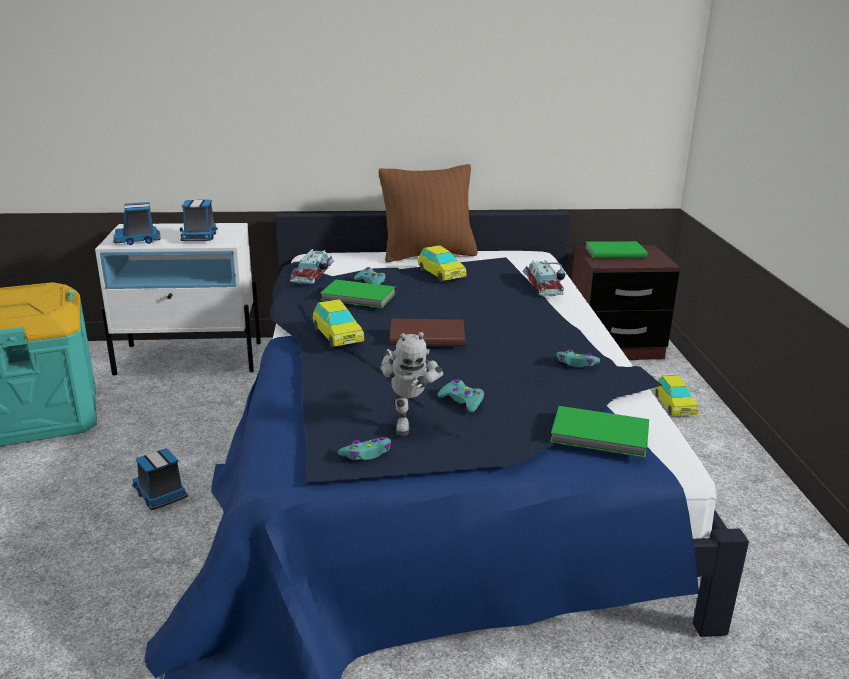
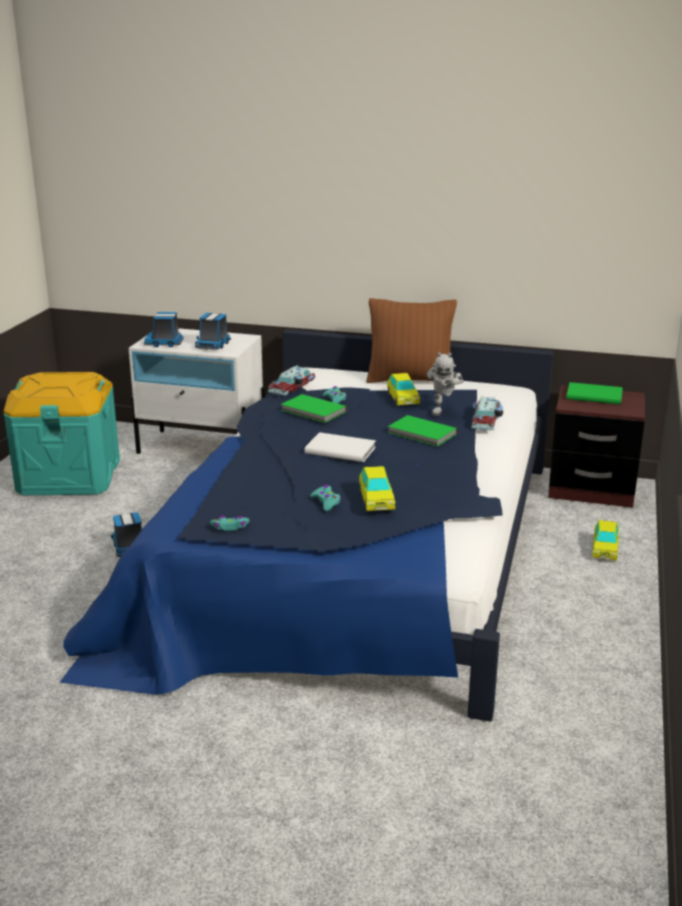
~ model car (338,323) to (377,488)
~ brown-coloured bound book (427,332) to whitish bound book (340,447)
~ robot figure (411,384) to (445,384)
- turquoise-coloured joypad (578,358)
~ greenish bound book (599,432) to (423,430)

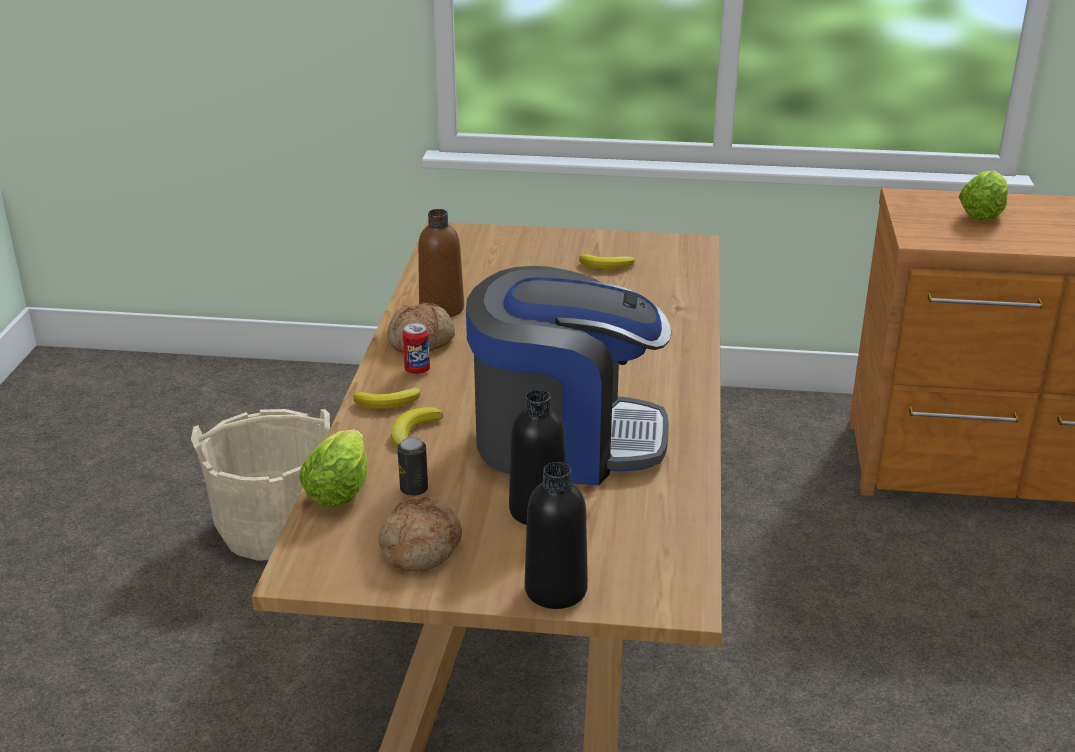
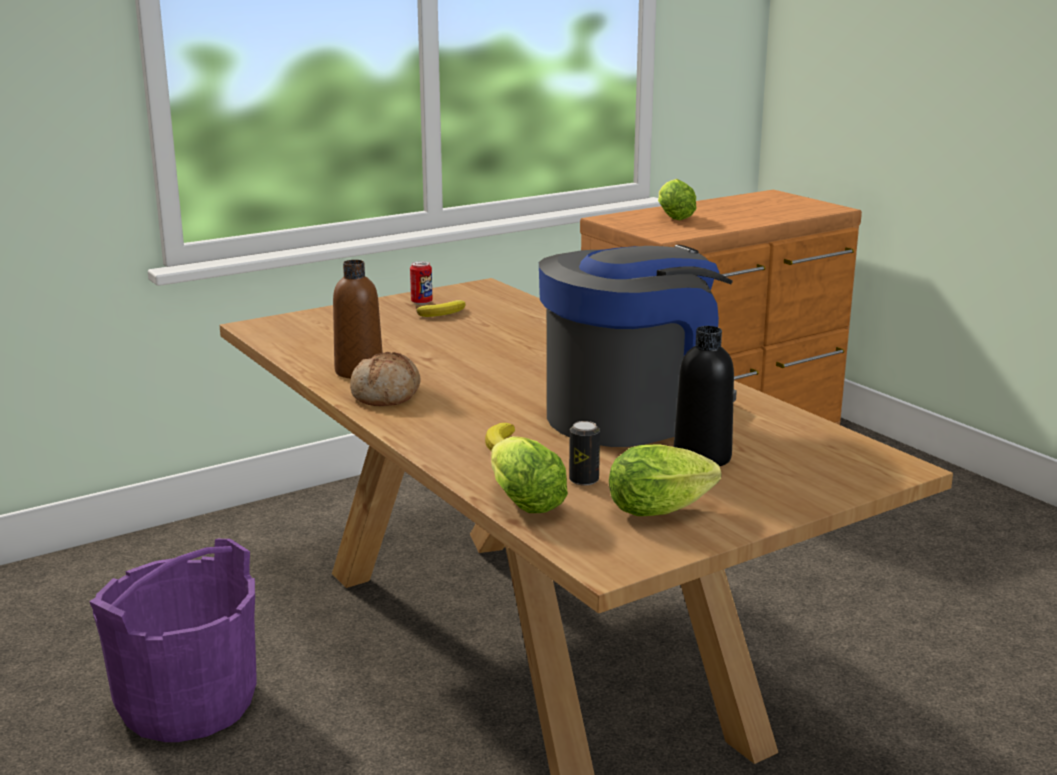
~ can (416,349) to (421,283)
- banana fruit (387,398)
~ beige-coloured pail (260,485) to purple pail (173,640)
- blackish drink bottle (556,535)
~ bakery bread (420,534) to lettuce (665,480)

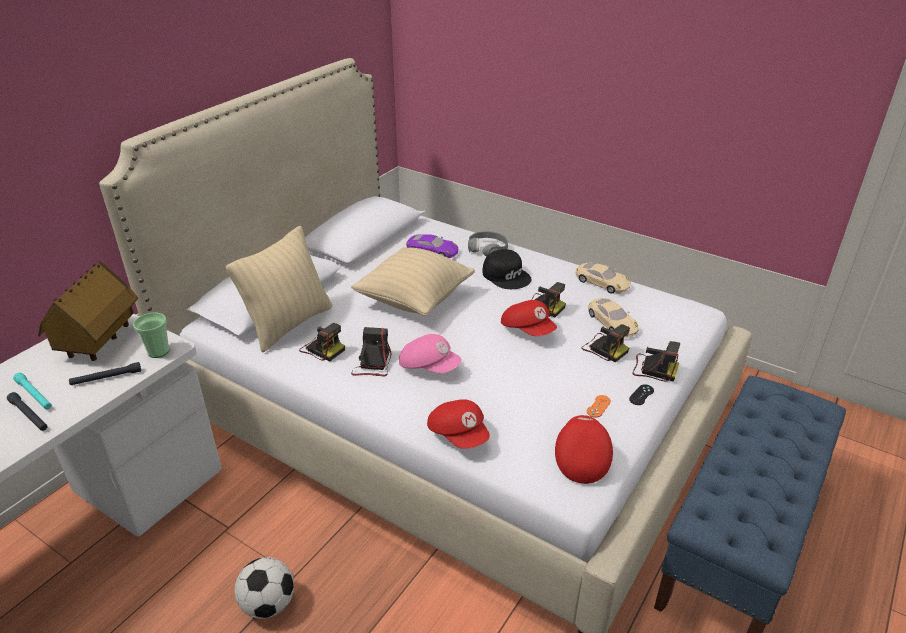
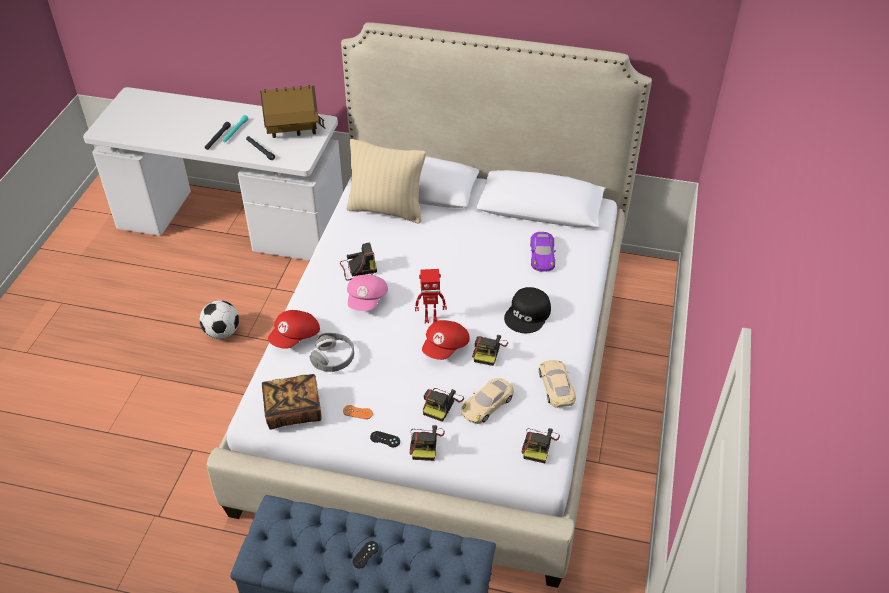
~ greyish pair of headphones (488,244) to (332,352)
- beige-coloured throw pillow (413,281)
~ beige-coloured model car (603,278) = (557,384) 150 degrees clockwise
- cup (151,335)
~ still camera (322,342) to (541,445)
~ red-coloured peaked cap (584,449) to bound book (292,402)
+ robot figure (431,296)
+ blackish joypad (365,554)

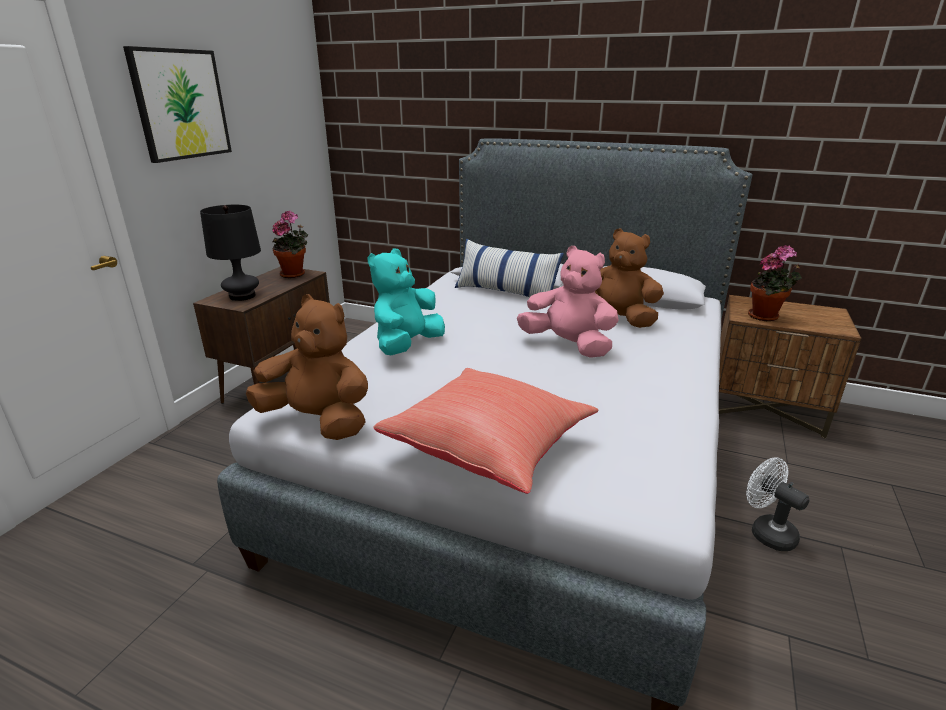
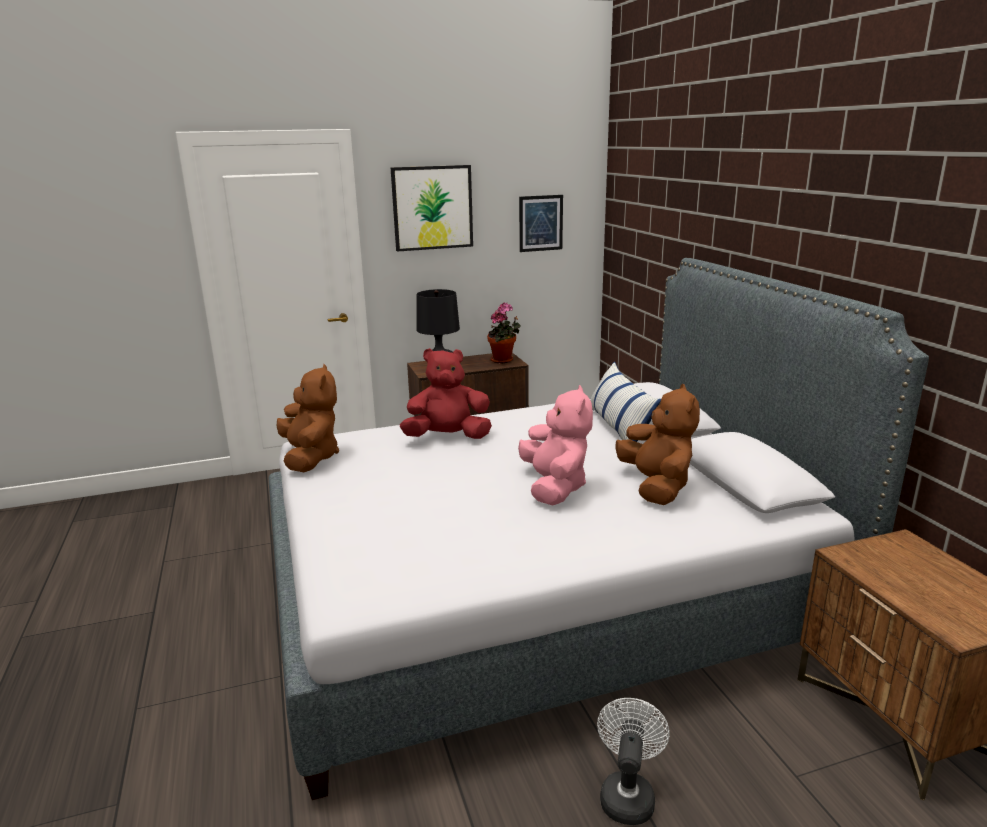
- plant in a pot (775,283)
~ turquoise-coloured cuddly toy (406,302) to red-coloured cuddly toy (446,393)
- red-coloured throw pillow (485,431)
+ wall art (541,223)

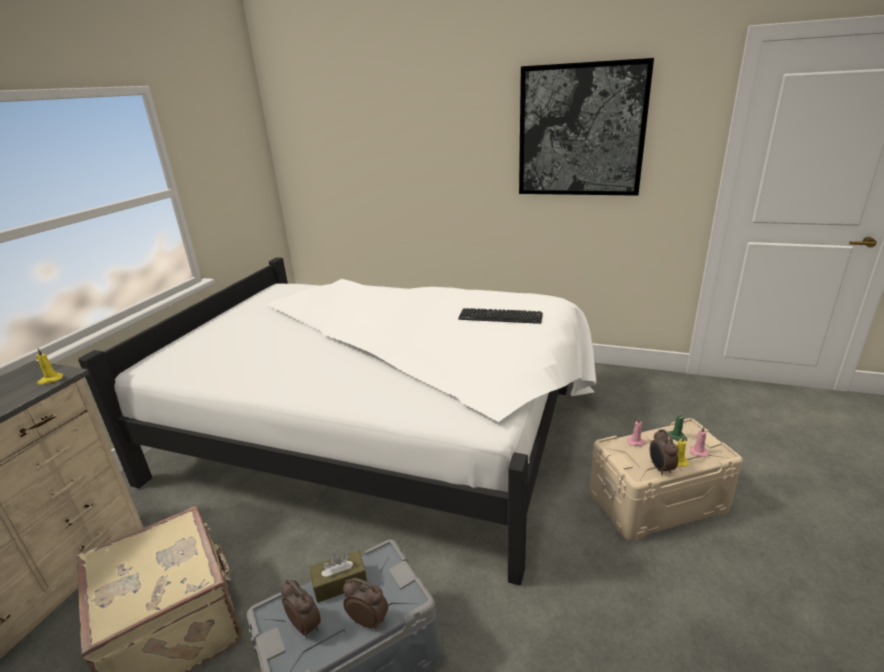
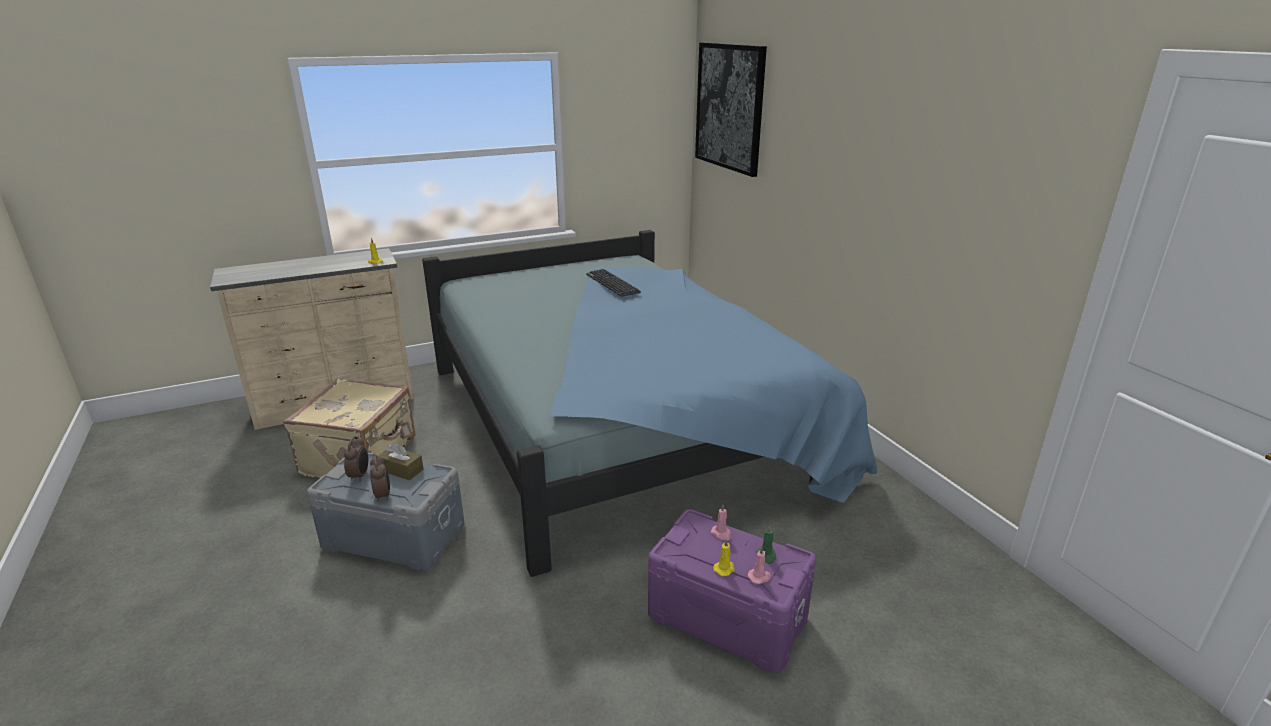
~ wall art (586,127) to (731,109)
~ whitish bedroom bed (337,421) to bluish bedroom bed (649,403)
~ keyboard (500,316) to (613,283)
~ beige-coloured storage bin (666,479) to purple storage bin (732,591)
- table clock (664,452)

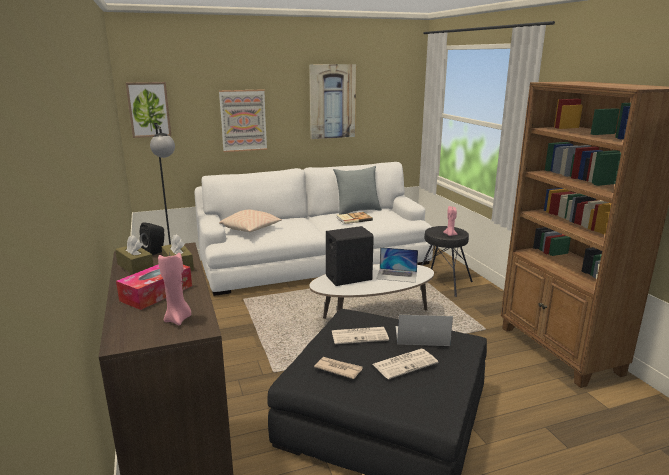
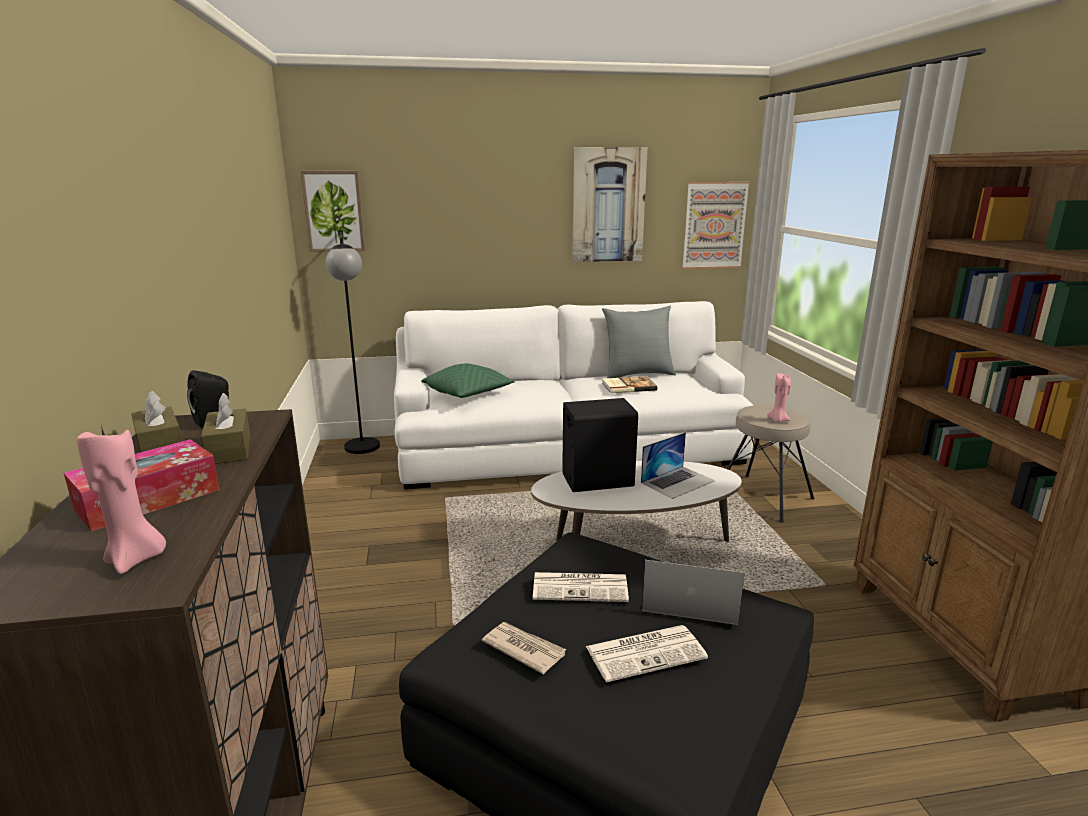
~ wall art (243,120) to (716,225)
~ beige-coloured throw pillow (250,221) to greenish throw pillow (468,381)
~ blackish stool (447,261) to beige-coloured stool (770,464)
~ laptop (397,265) = (678,465) 60 degrees counterclockwise

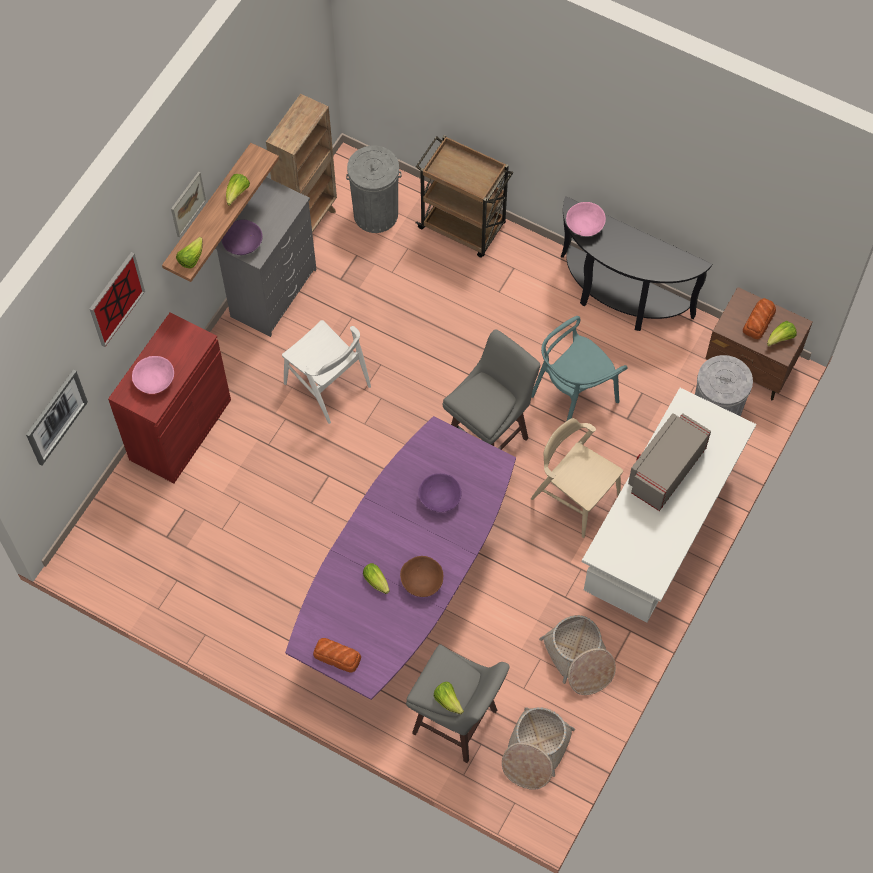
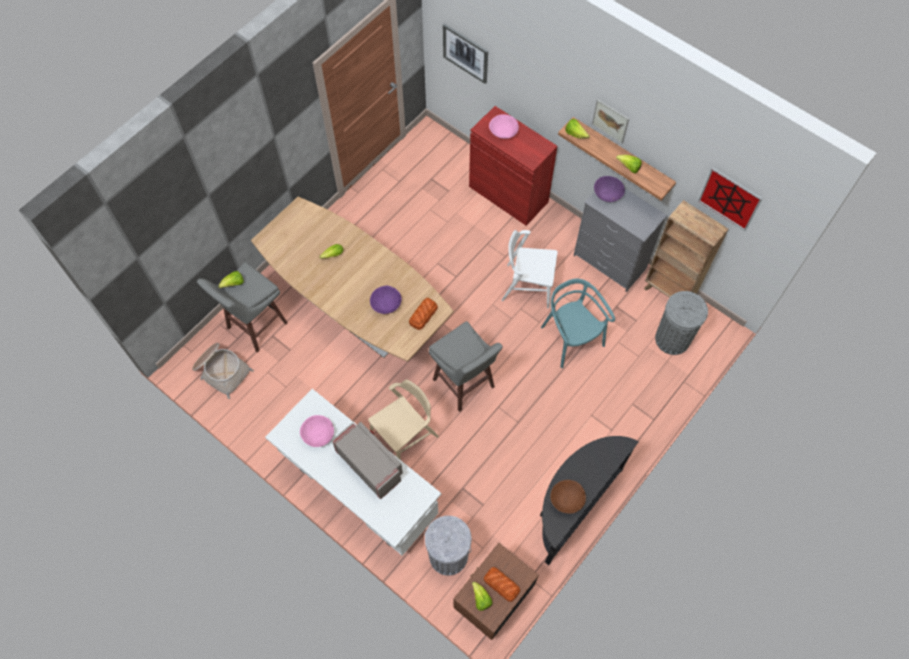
- brown-coloured wheeled cart (464,196)
~ pink-coloured bowl (586,219) to (317,431)
~ wall art (117,299) to (730,199)
~ turquoise-coloured chair (579,368) to (578,323)
~ whitish chair (326,372) = (529,269) 45 degrees clockwise
~ purple dinner table (400,558) to brown-coloured dinner table (352,279)
~ brown-coloured bowl (421,576) to (568,497)
- storage basket (577,655)
~ bakery bread (337,655) to (423,314)

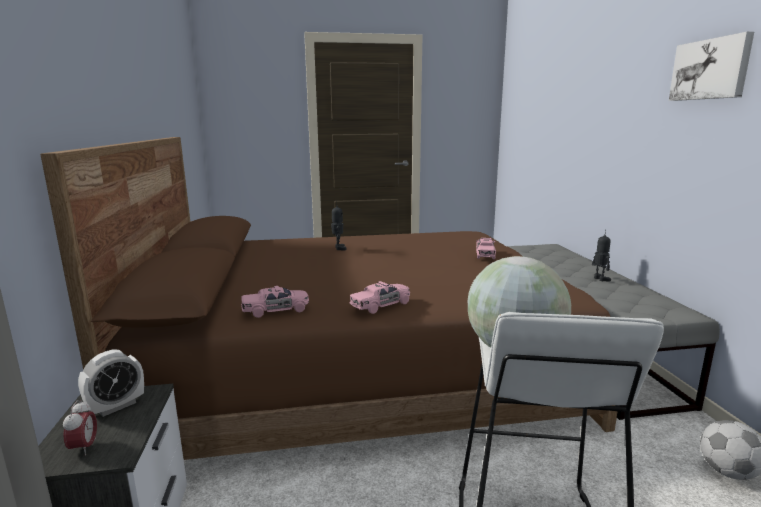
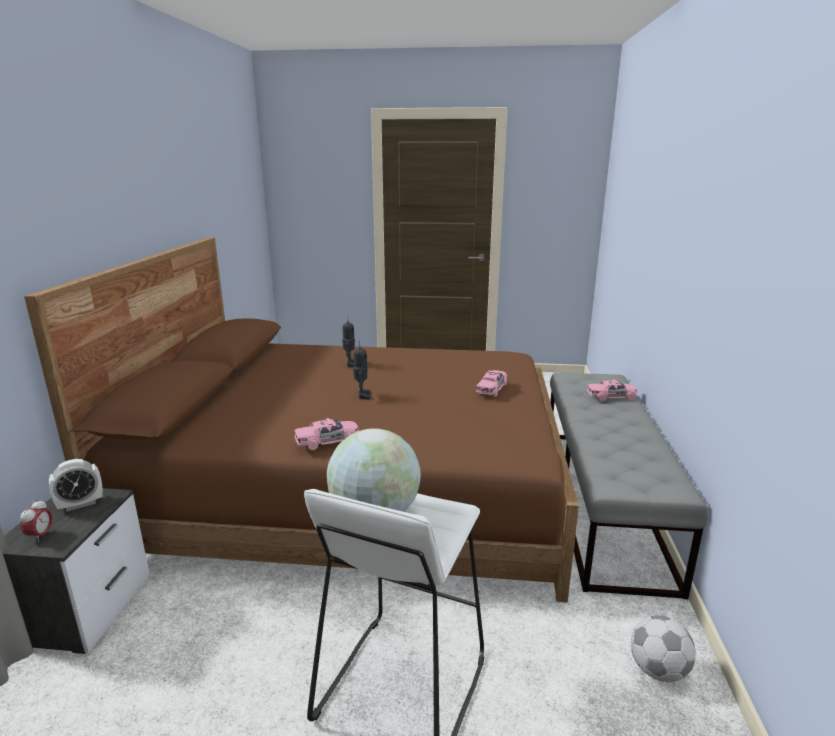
- wall art (711,66)
~ robot figure (601,255) to (362,370)
~ pink-coloured model car (275,302) to (612,390)

